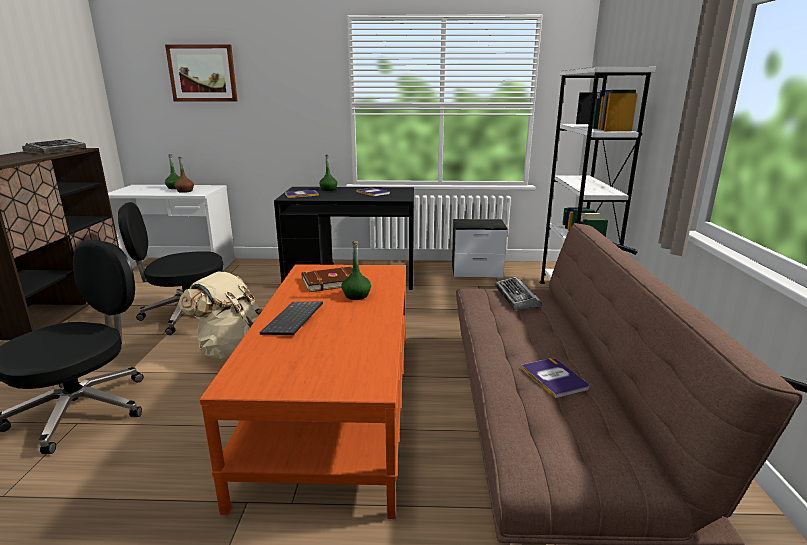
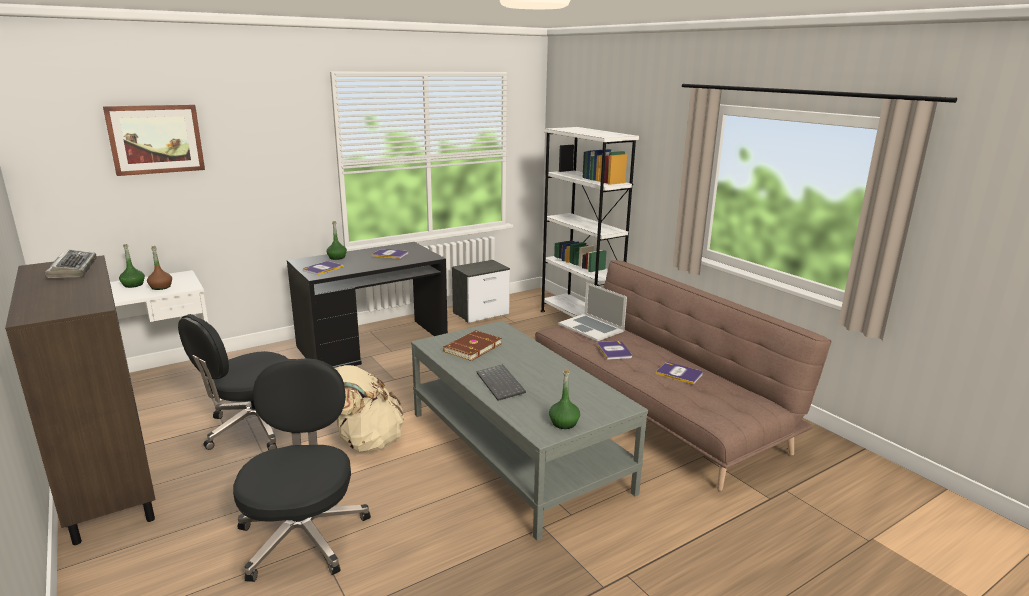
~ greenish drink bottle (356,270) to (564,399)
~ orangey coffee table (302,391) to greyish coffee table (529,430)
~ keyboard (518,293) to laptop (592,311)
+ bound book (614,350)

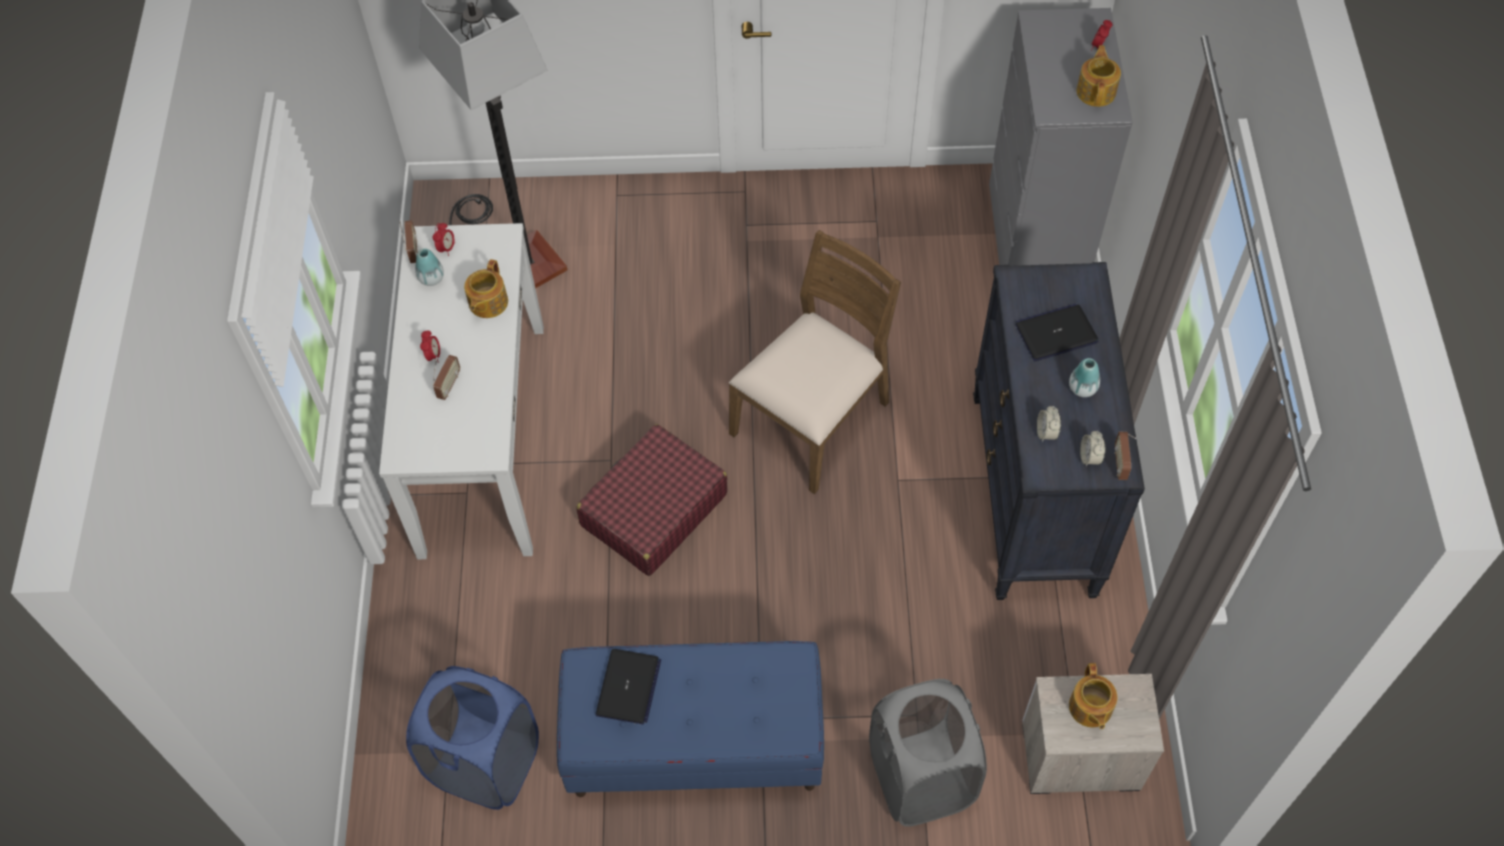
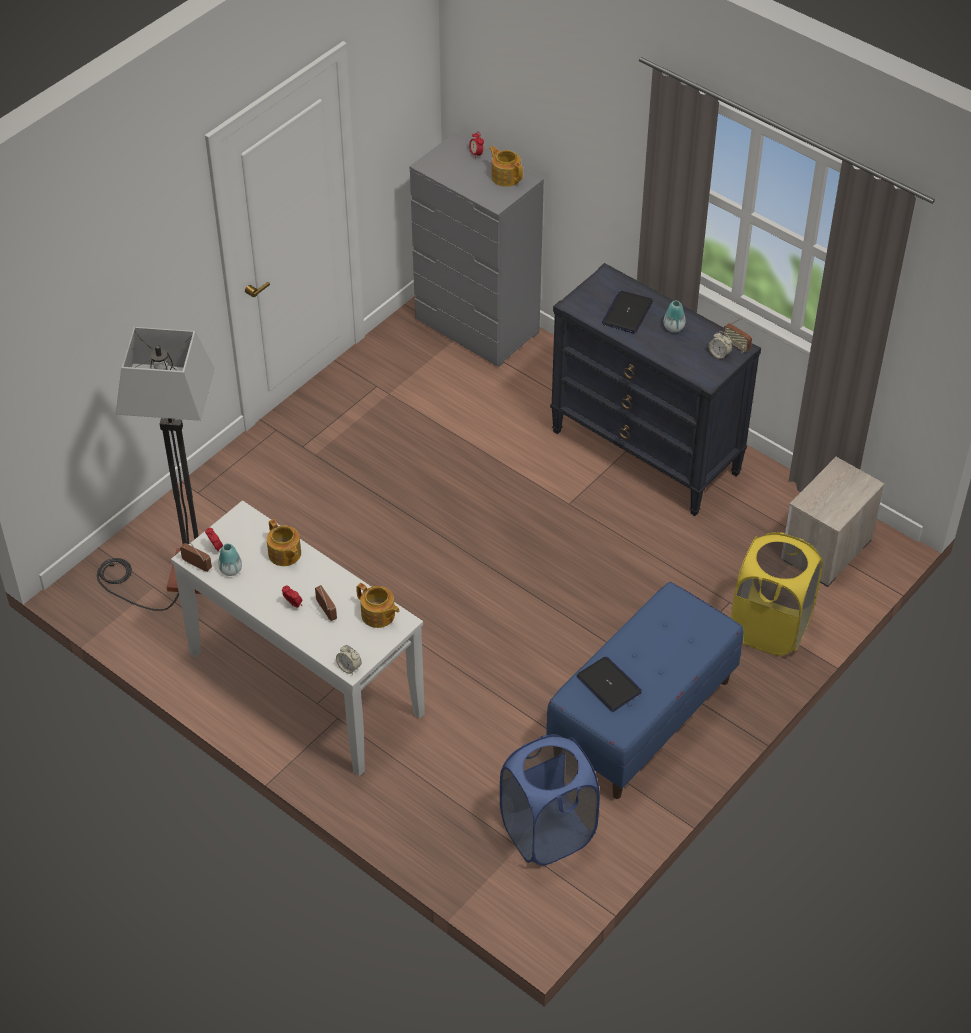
- brown-coloured chair (815,362)
~ table clock (1049,424) to (349,660)
- red-coloured travel case (652,500)
~ tea pot (1093,696) to (378,605)
~ greyish hamper (928,753) to yellow-coloured hamper (777,594)

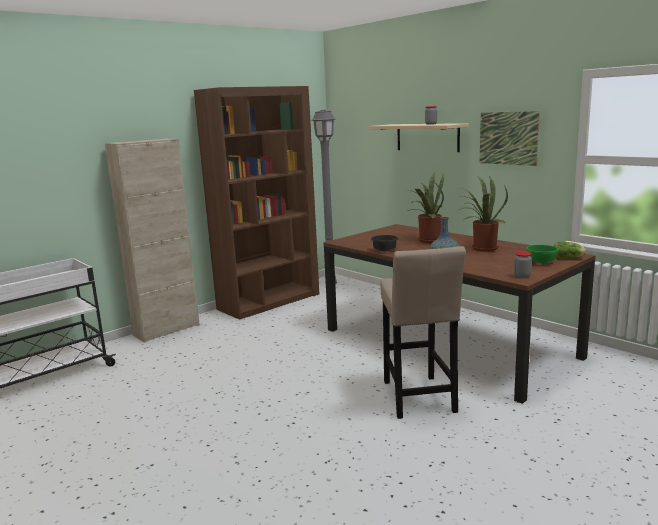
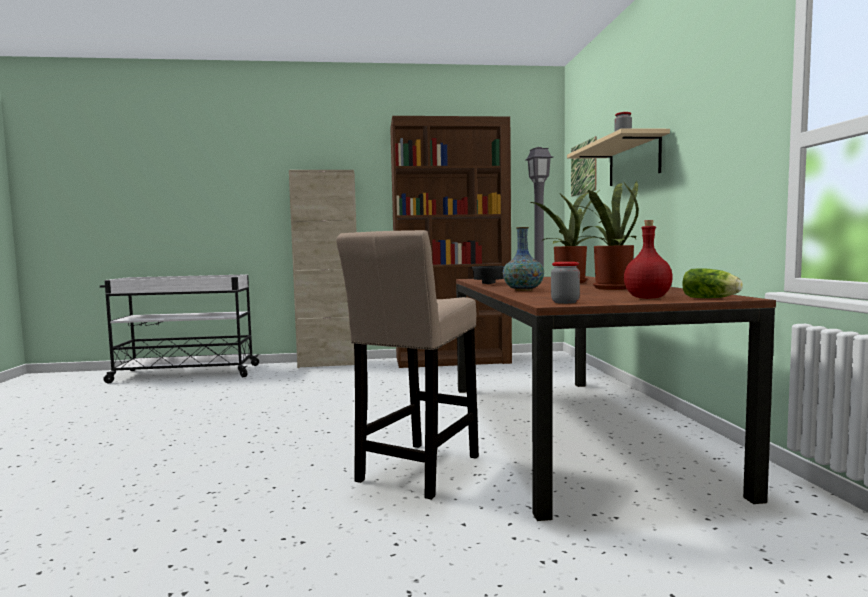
~ wall art (510,138) to (584,166)
~ greenish bowl (542,254) to red-coloured drink bottle (648,259)

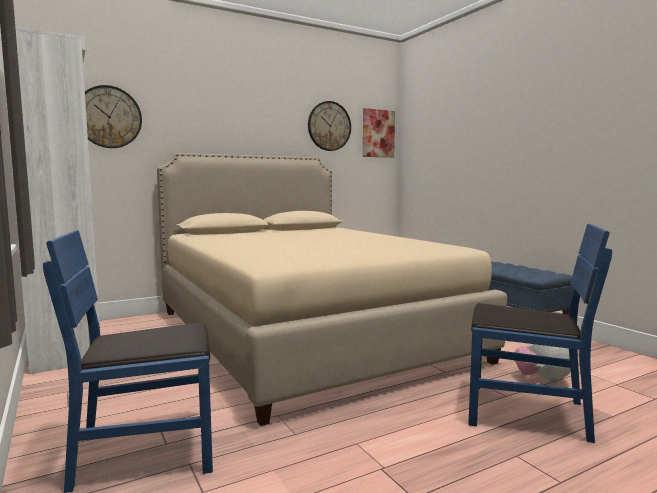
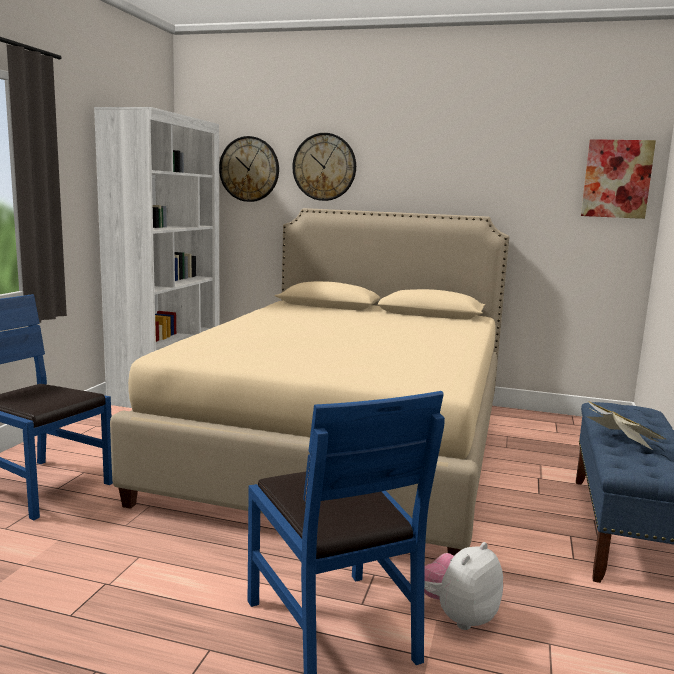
~ clock on the wall (329,126) to (324,167)
+ bound book (626,425)

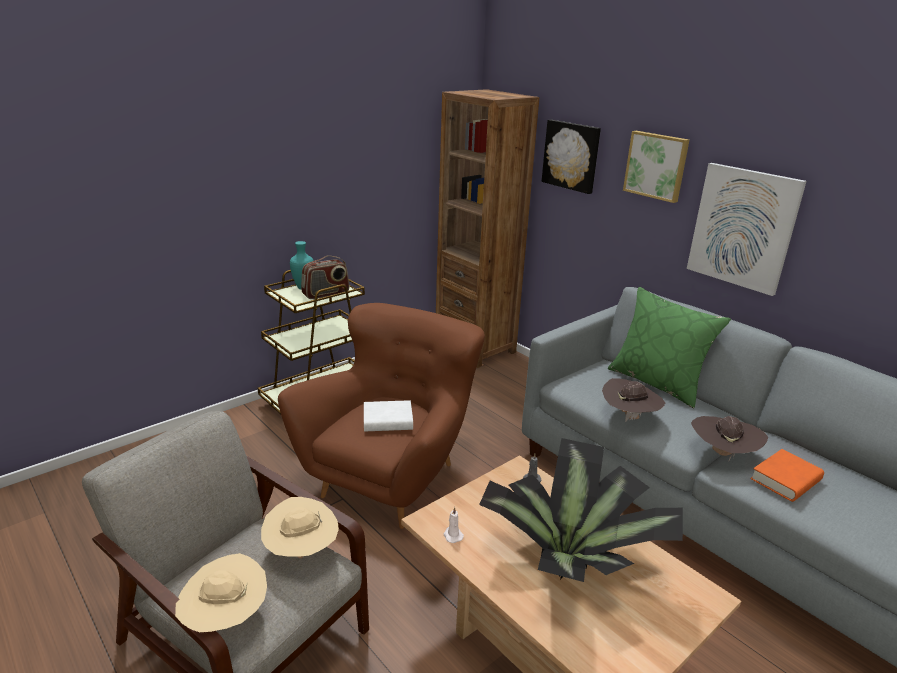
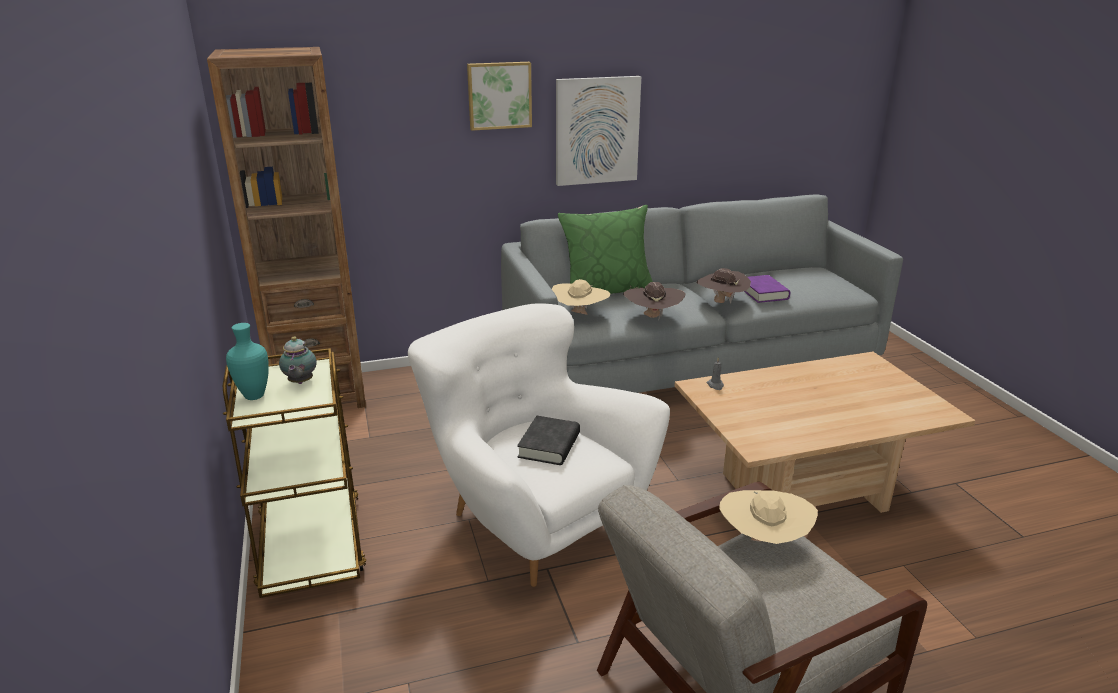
- wall art (571,157)
~ radio (325,277) to tea pot (298,360)
~ brown-coloured armchair (381,416) to whitish armchair (539,445)
~ whitish bound book (388,416) to blackish bound book (548,440)
- plant in a pot (581,510)
~ orangey bound book (787,475) to purple bound book (767,289)
- whitish wax candle (453,525)
~ beige-coloured hat (221,592) to (581,297)

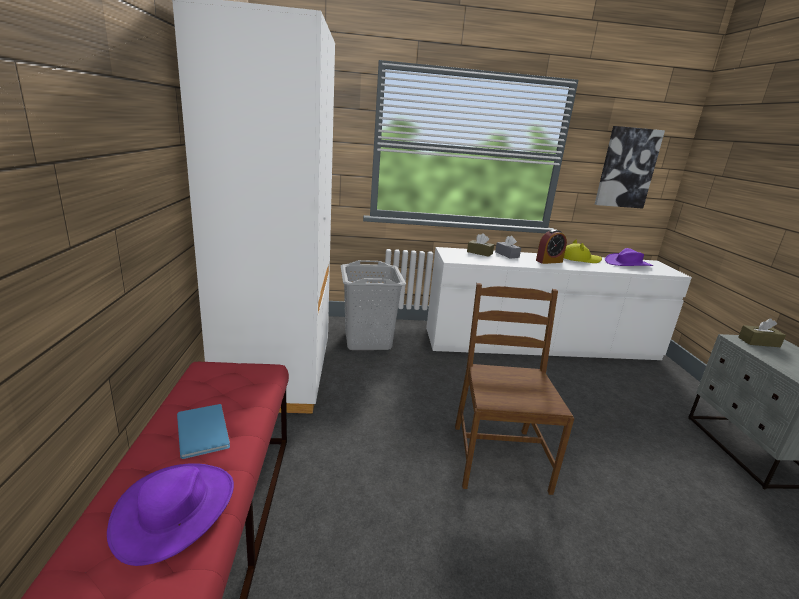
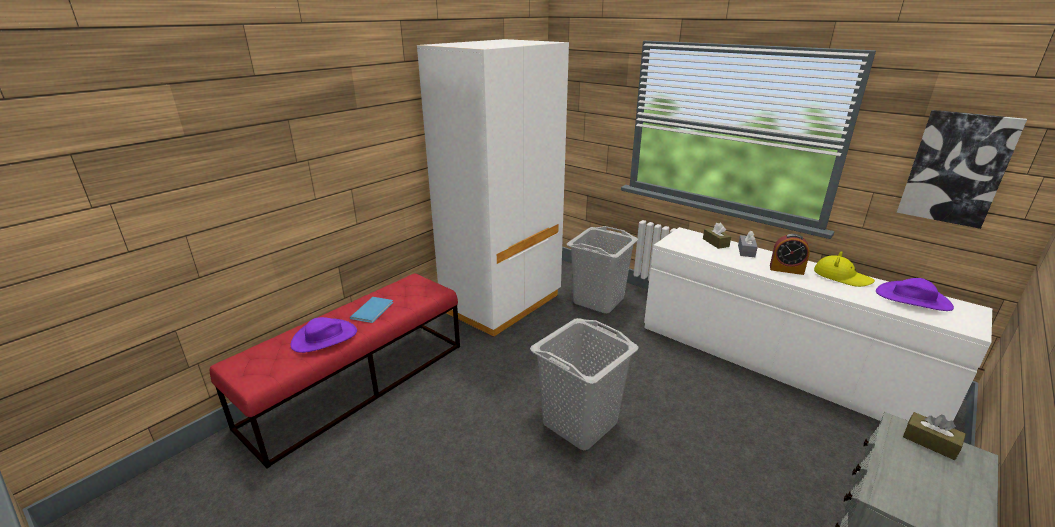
~ brown-coloured chair (514,389) to greyish hamper (584,384)

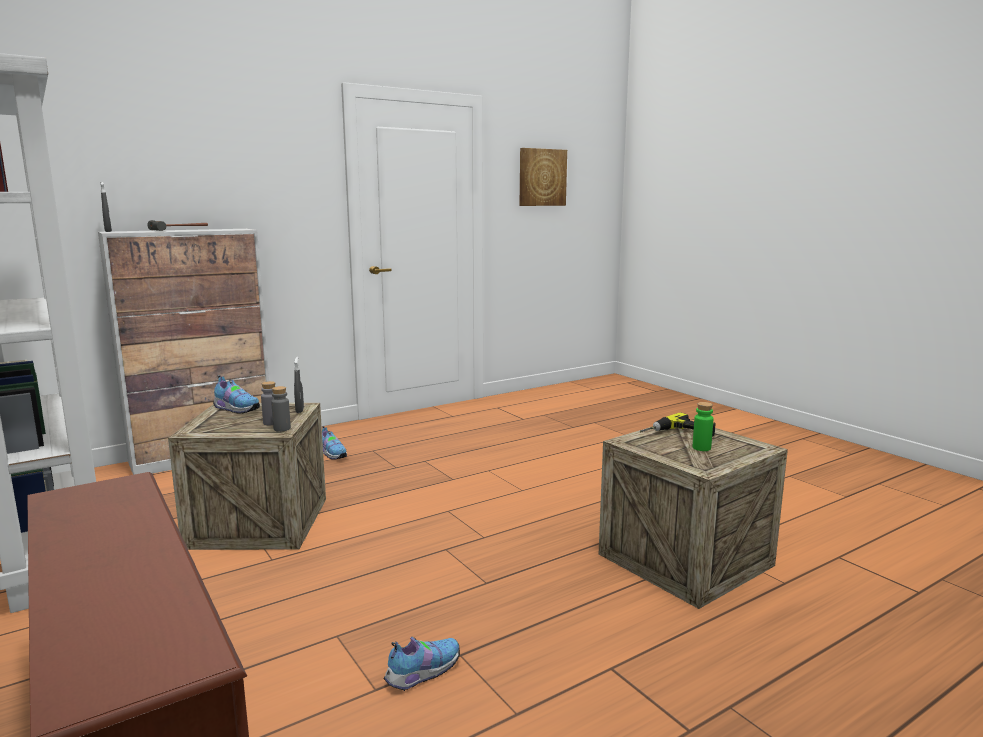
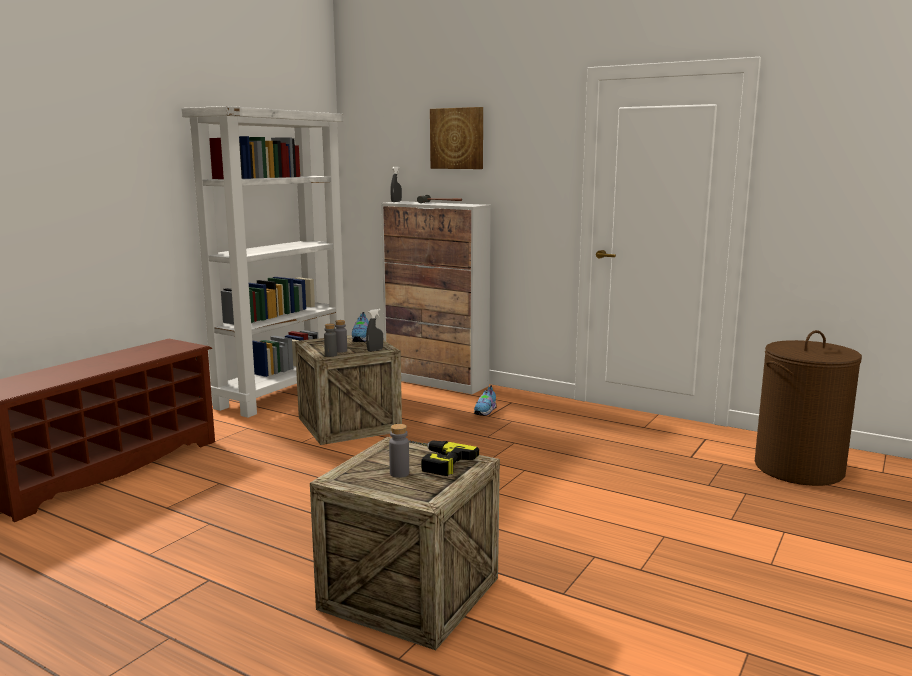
~ wall art (543,177) to (456,138)
~ greenish drink bottle (702,426) to greyish drink bottle (399,451)
- item of footwear (422,664)
+ brown-coloured hamper (808,408)

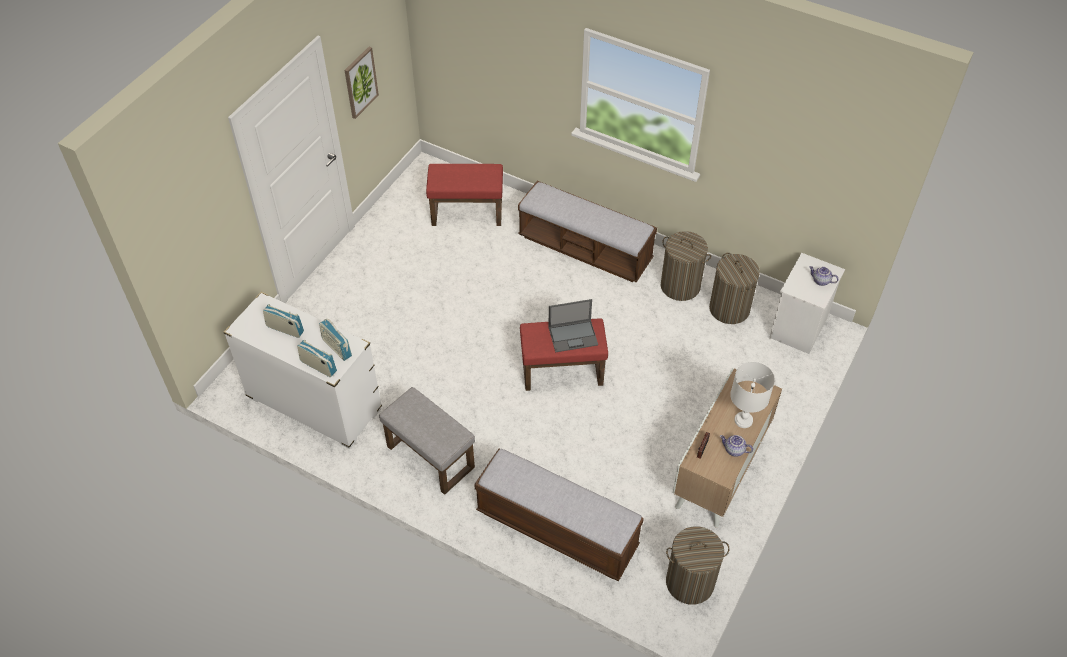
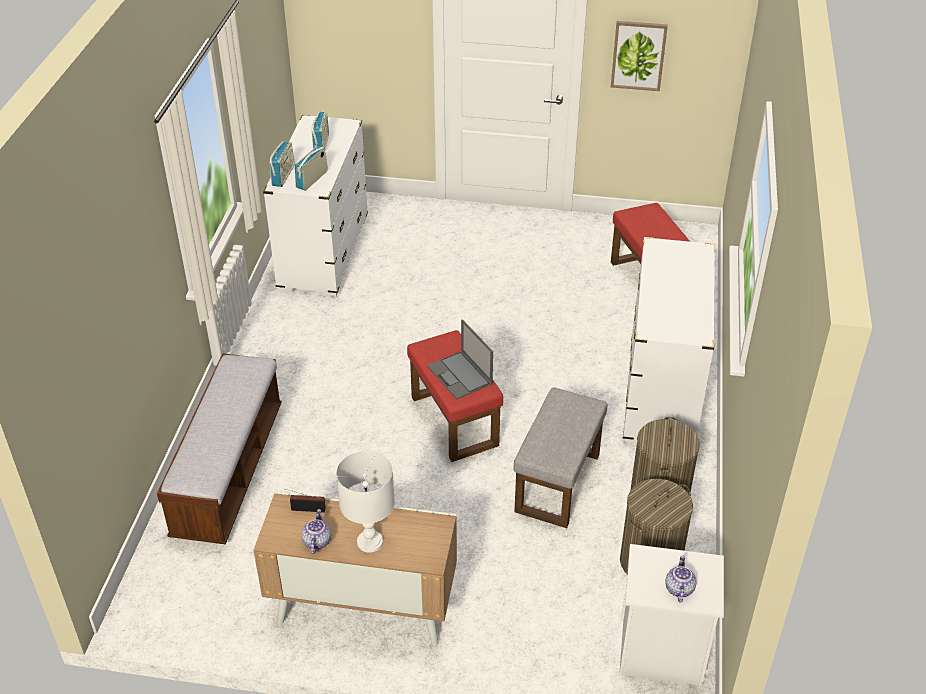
~ long seat (587,231) to whitish chest of drawers (669,340)
~ greyish footrest (427,441) to (560,457)
- hamper (698,565)

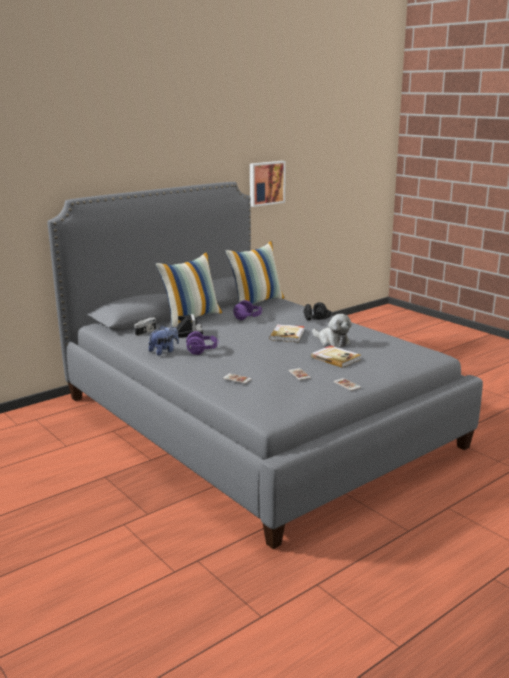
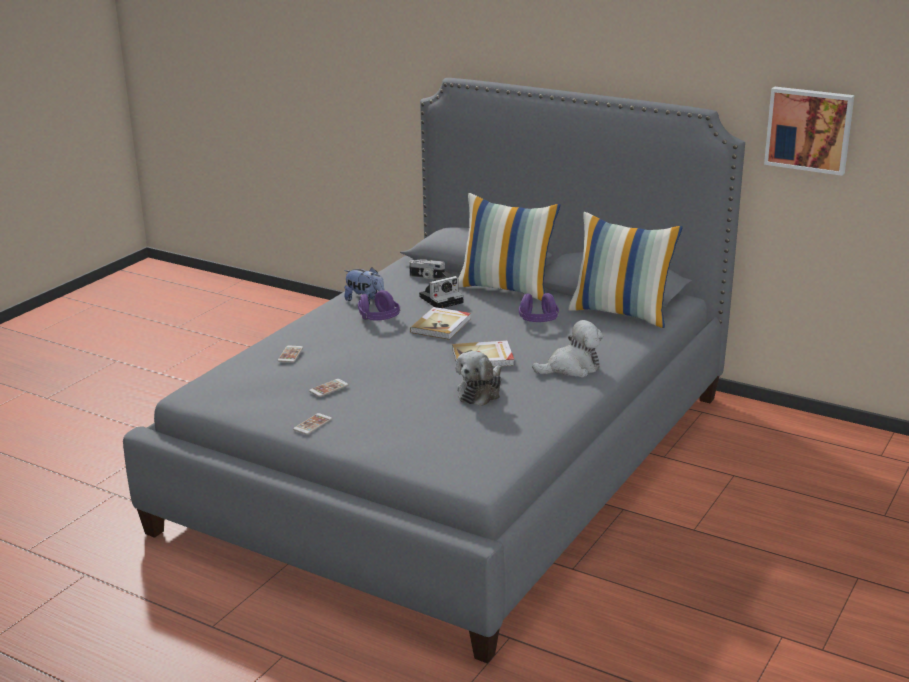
~ blackish pair of headphones (317,311) to cuddly toy (567,349)
~ bound book (336,356) to (440,323)

